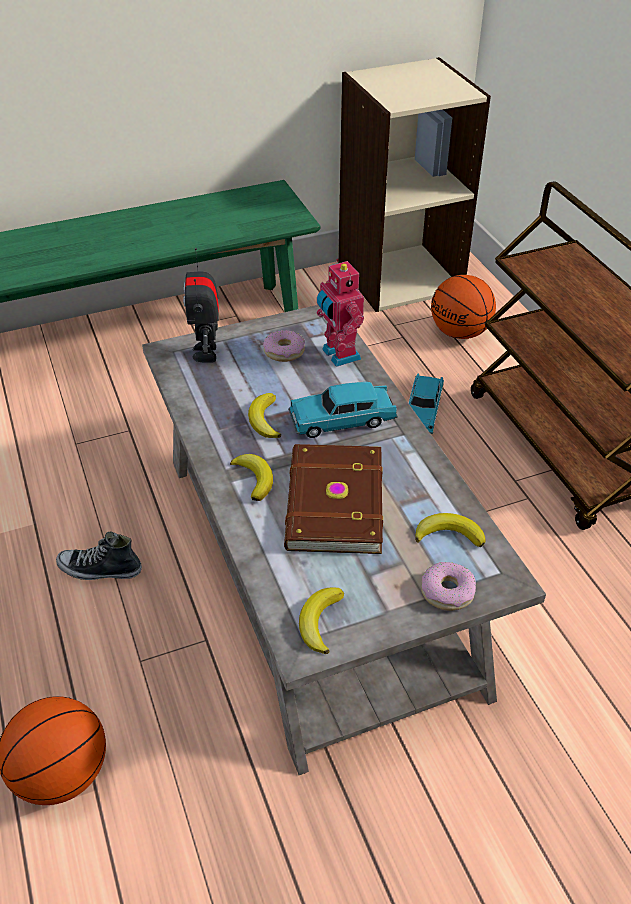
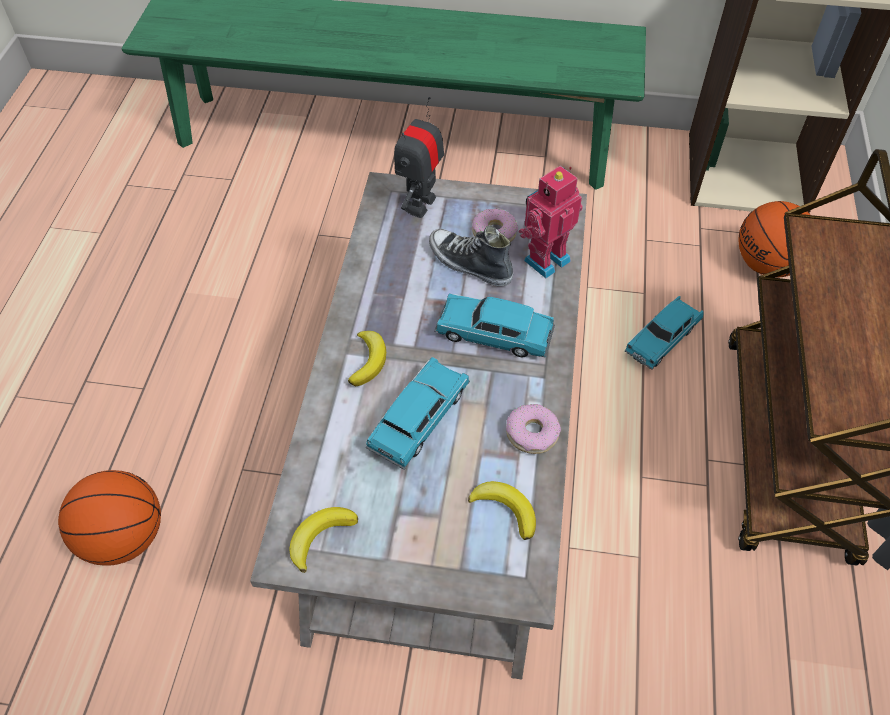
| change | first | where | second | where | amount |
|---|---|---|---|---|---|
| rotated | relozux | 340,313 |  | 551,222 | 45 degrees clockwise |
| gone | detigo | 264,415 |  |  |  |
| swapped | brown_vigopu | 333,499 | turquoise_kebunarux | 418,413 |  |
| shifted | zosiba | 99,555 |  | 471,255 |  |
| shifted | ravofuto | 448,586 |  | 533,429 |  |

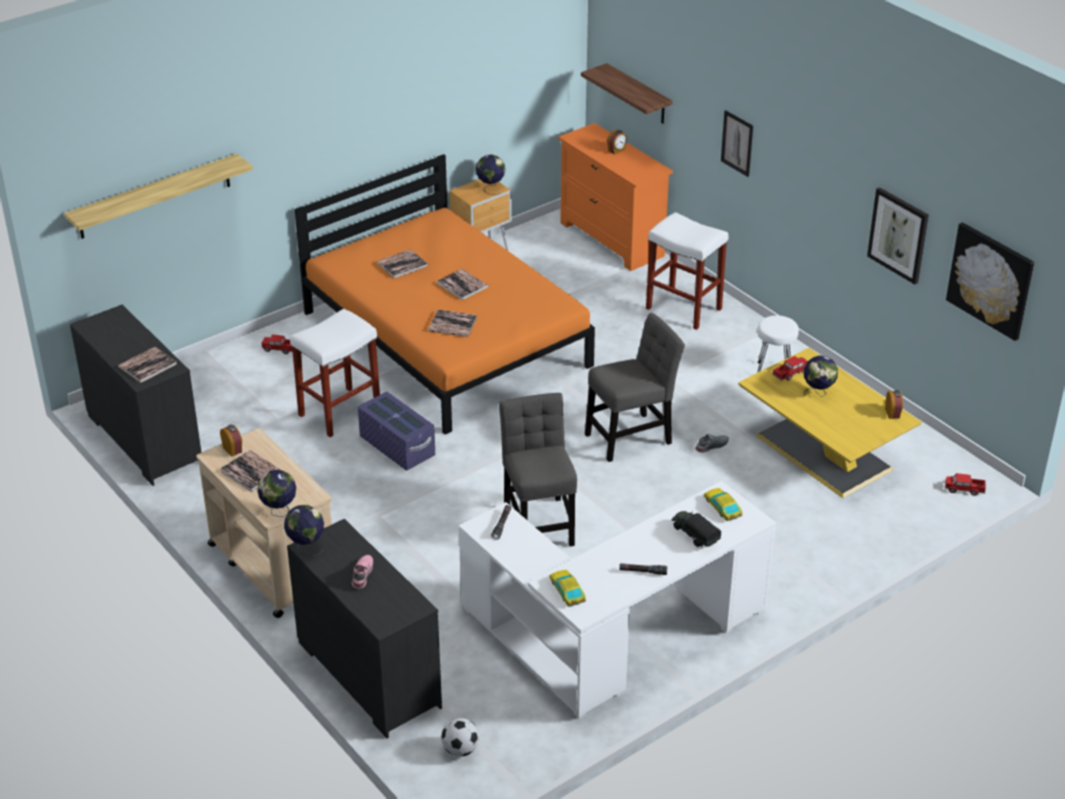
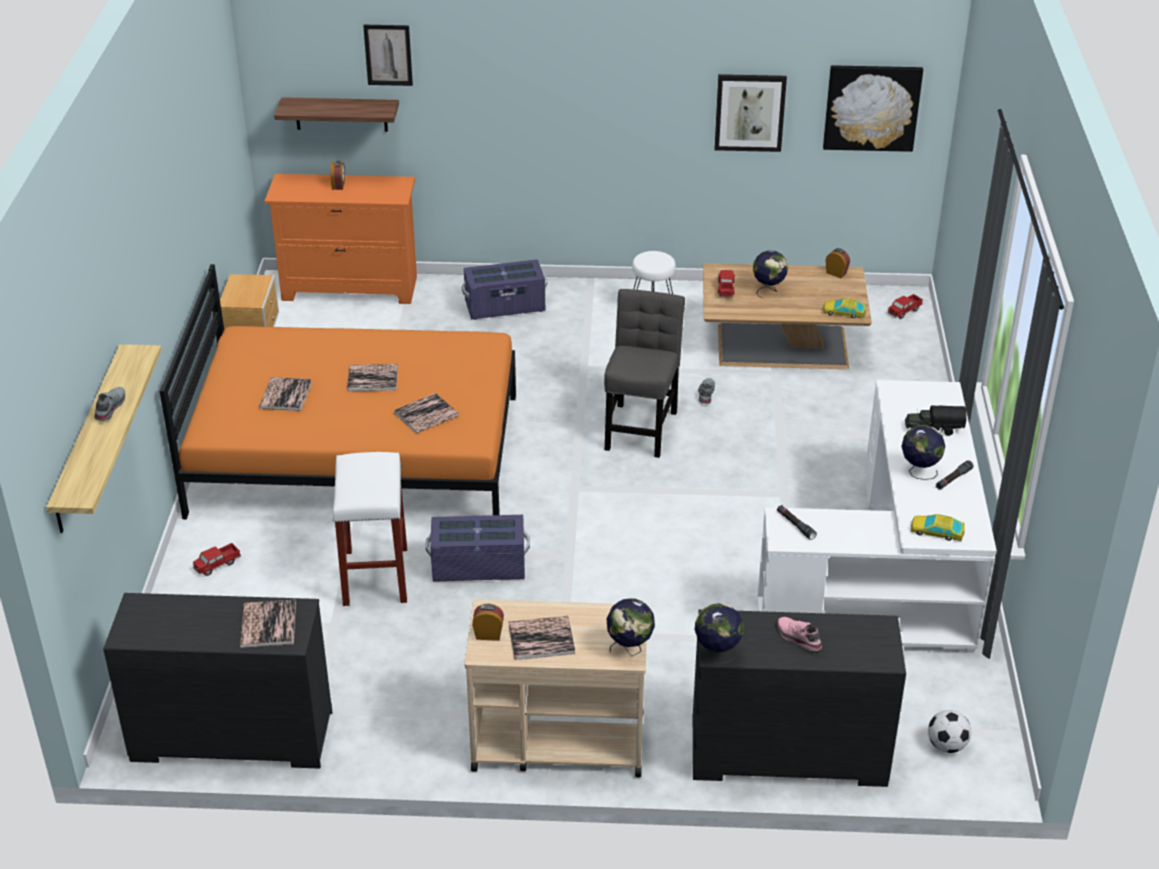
| change | first | where | second | where | amount |
|---|---|---|---|---|---|
| shifted | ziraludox | 737,143 |  | 388,55 |  |
| shifted | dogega | 490,174 |  | 923,452 |  |
| swapped | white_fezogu | 687,271 | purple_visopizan | 504,289 |  |
| repainted | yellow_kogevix | 830,423 | brown_kogevix | 787,316 |  |
| gone | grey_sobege | 538,470 |  |  |  |
| shifted | kebunarux | 723,504 |  | 844,308 |  |
| new |  |  | grey_zosiba | 109,404 |  |

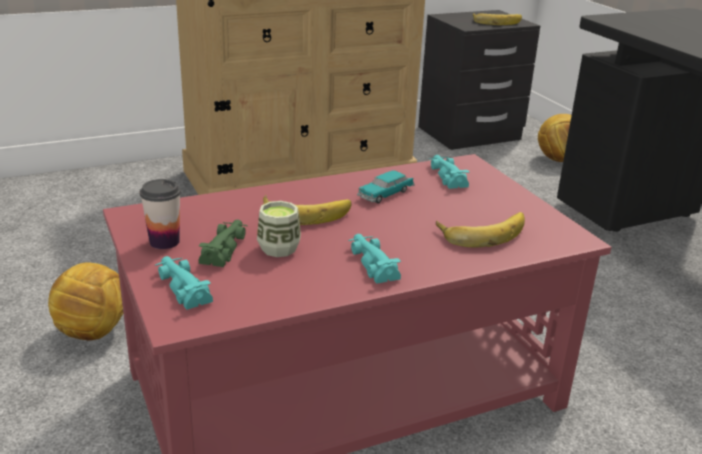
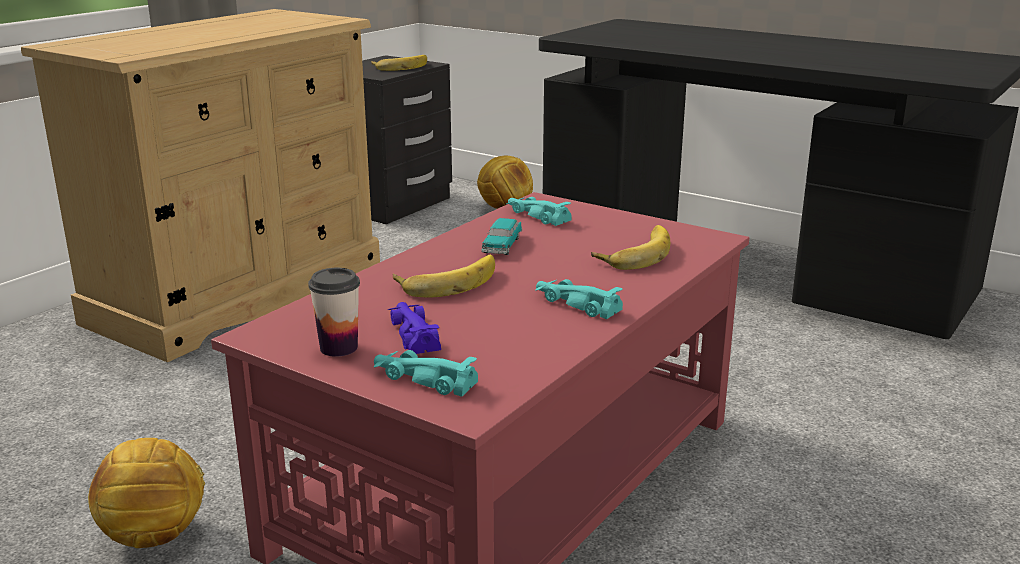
| change | first | where | second | where | amount |
|---|---|---|---|---|---|
| gone | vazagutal | 279,229 |  |  |  |
| repainted | green_kebunarux | 223,243 | purple_kebunarux | 414,328 |  |

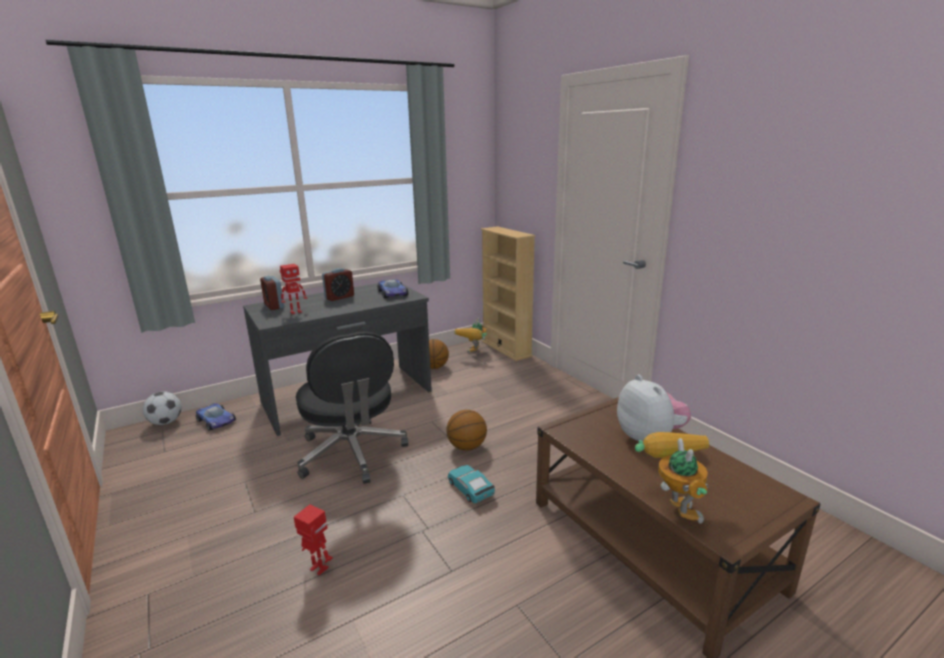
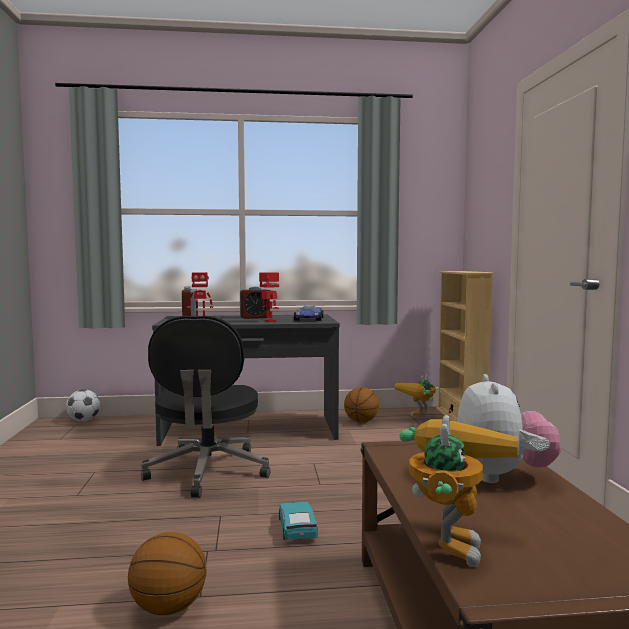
| change | first | where | second | where | amount |
|---|---|---|---|---|---|
| gone | kebunarux | 216,417 |  |  |  |
| shifted | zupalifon | 466,430 |  | 167,573 |  |
| shifted | relozux | 313,539 |  | 269,297 |  |

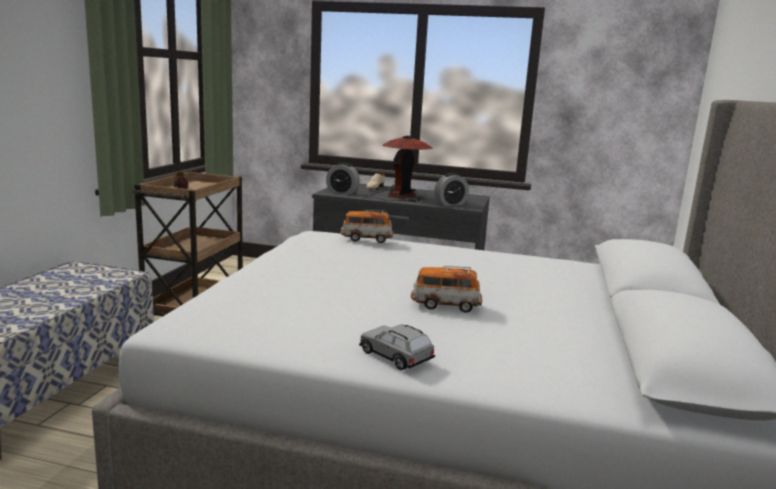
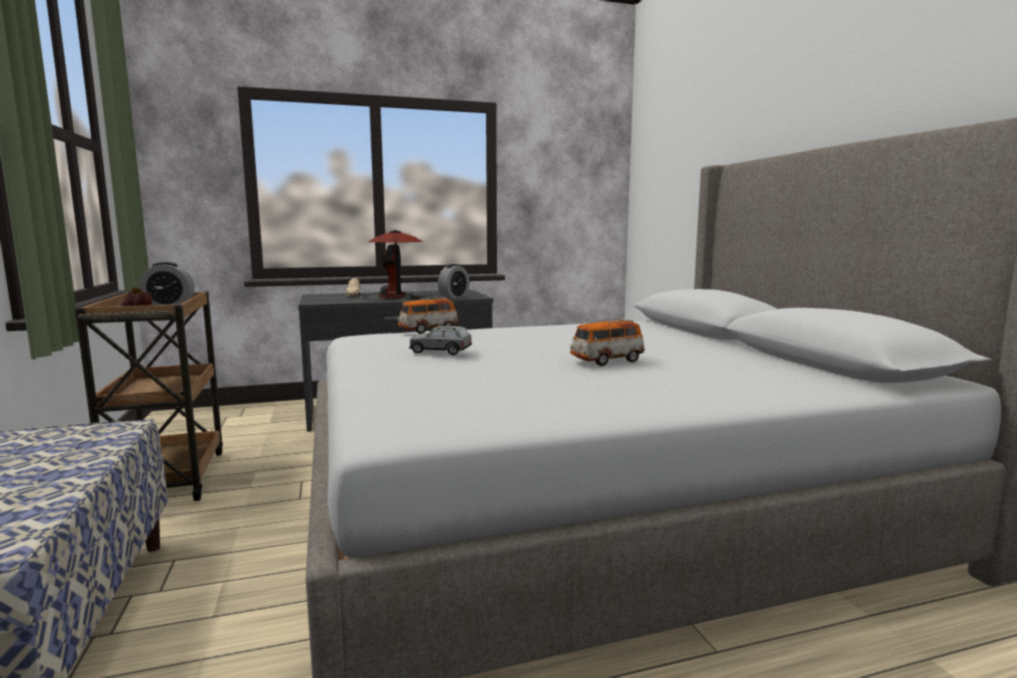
| change | first | where | second | where | amount |
|---|---|---|---|---|---|
| shifted | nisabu | 343,179 |  | 166,283 |  |
| shifted | grey_kebunarux | 397,347 |  | 440,340 |  |

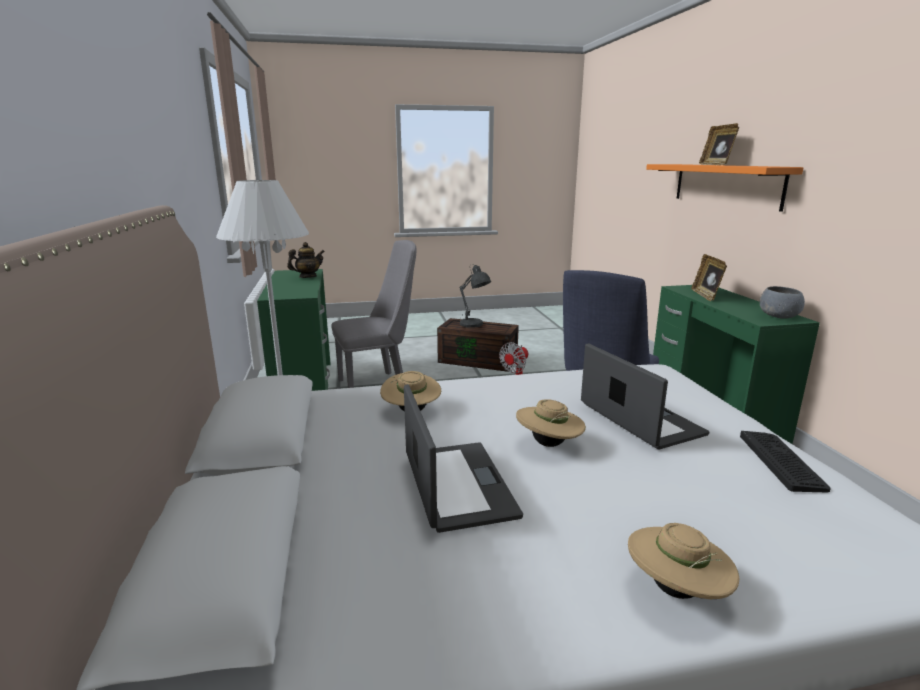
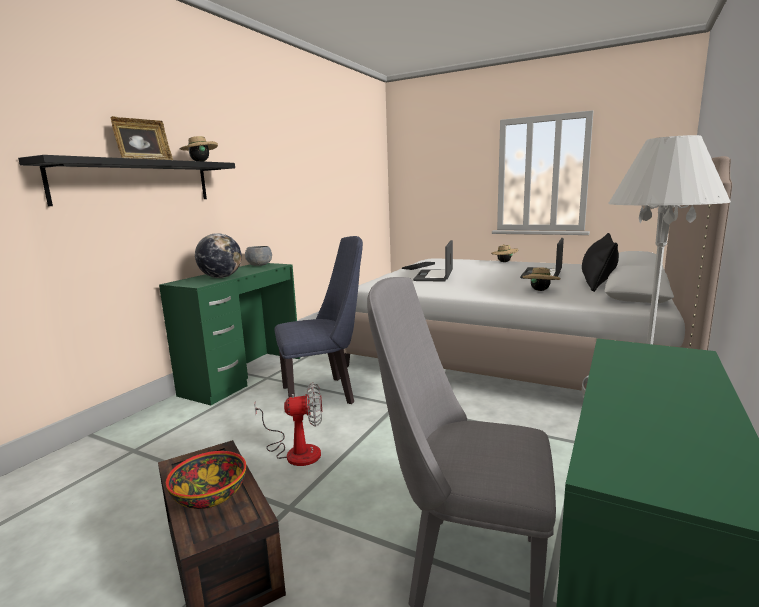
| change | first | where | second | where | amount |
|---|---|---|---|---|---|
| repainted | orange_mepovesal | 725,188 | black_mepovesal | 126,180 |  |
| gone | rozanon | 306,260 |  |  |  |
| swapped | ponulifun | 709,278 | dogega | 218,255 |  |
| swapped | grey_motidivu | 472,296 | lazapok | 206,480 |  |
| shifted | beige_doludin | 551,423 |  | 199,148 |  |
| new |  |  | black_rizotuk | 600,262 |  |

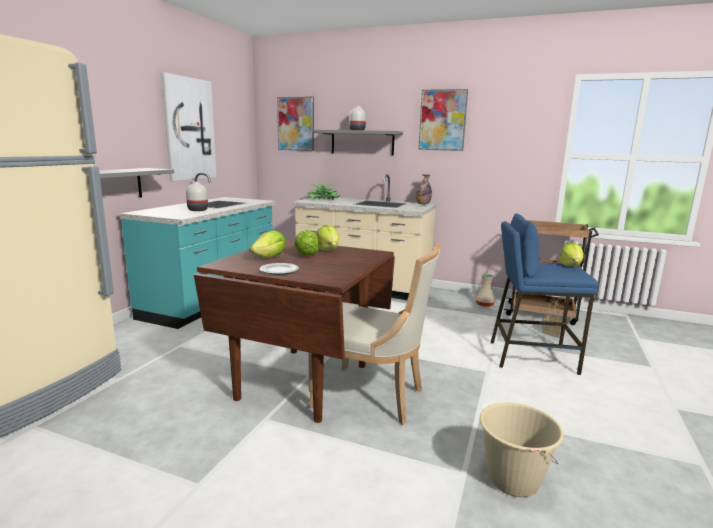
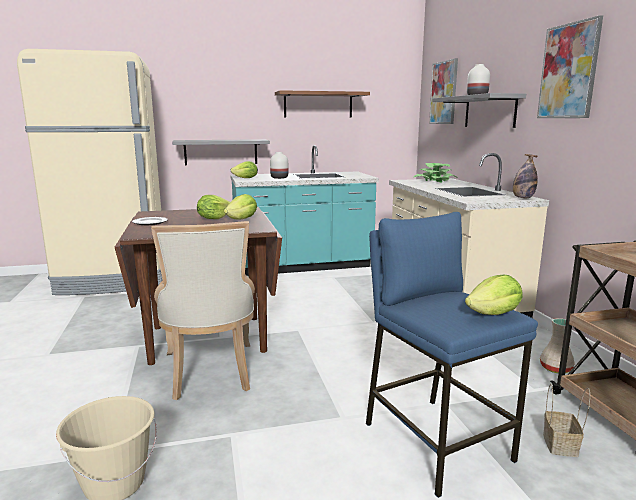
| change | first | where | second | where | amount |
|---|---|---|---|---|---|
| swapped | ziraludox | 188,126 | brown_mepovesal | 322,104 |  |
| shifted | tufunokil | 268,243 |  | 244,169 |  |

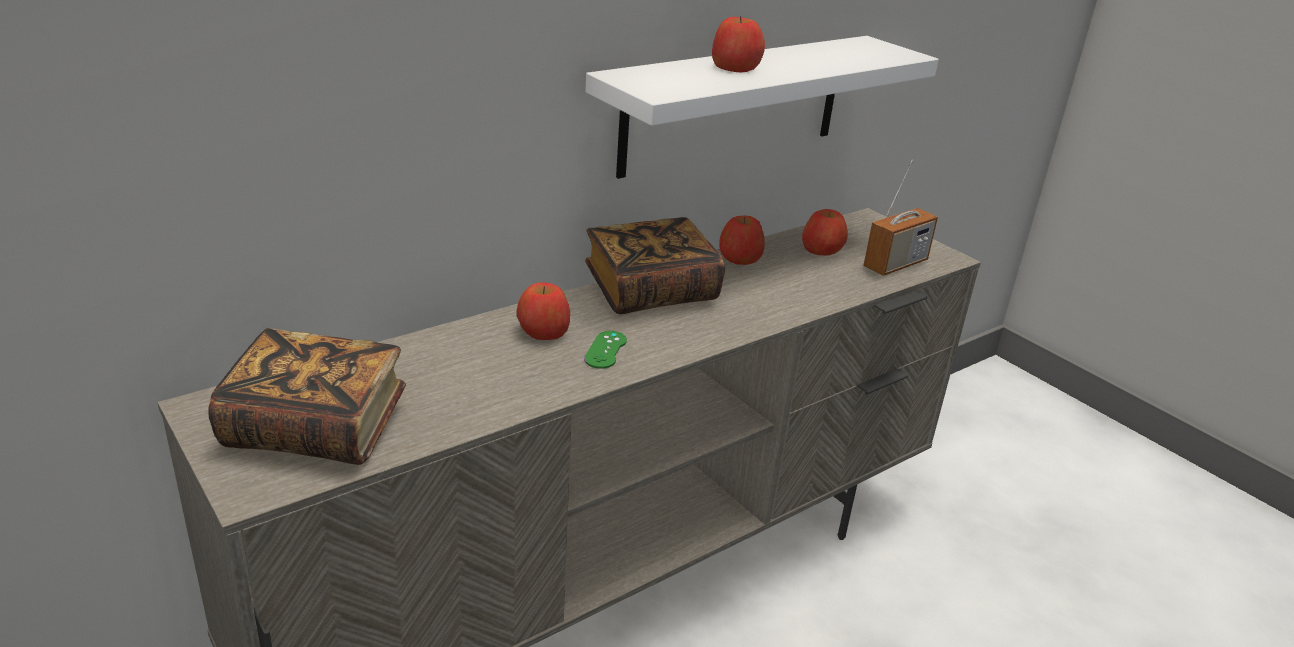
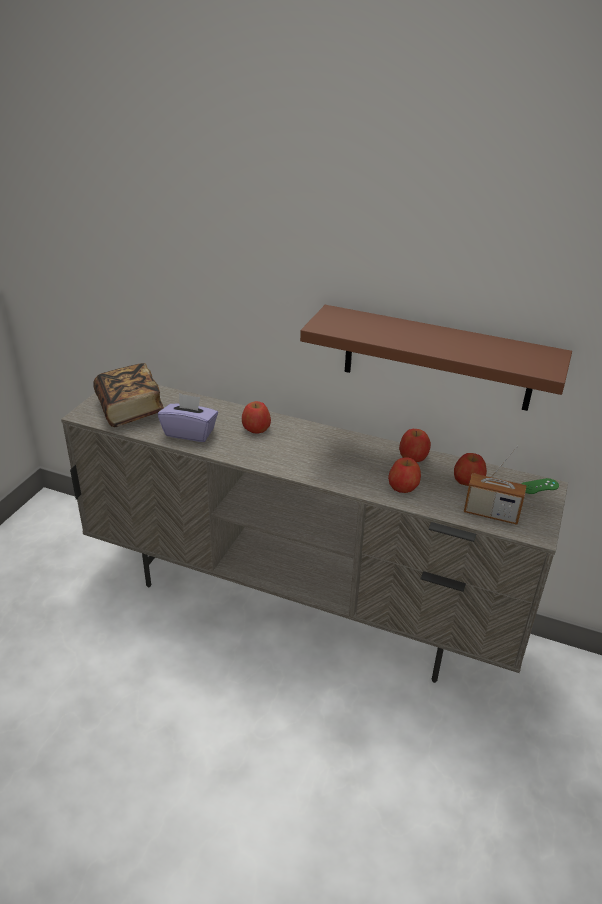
| change | first | where | second | where | amount |
|---|---|---|---|---|---|
| shifted | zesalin | 738,44 |  | 404,475 |  |
| repainted | white_mepovesal | 762,107 | brown_mepovesal | 436,358 |  |
| gone | vigopu | 655,265 |  |  |  |
| shifted | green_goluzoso | 605,350 |  | 540,486 |  |
| new |  |  | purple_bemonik | 188,417 |  |

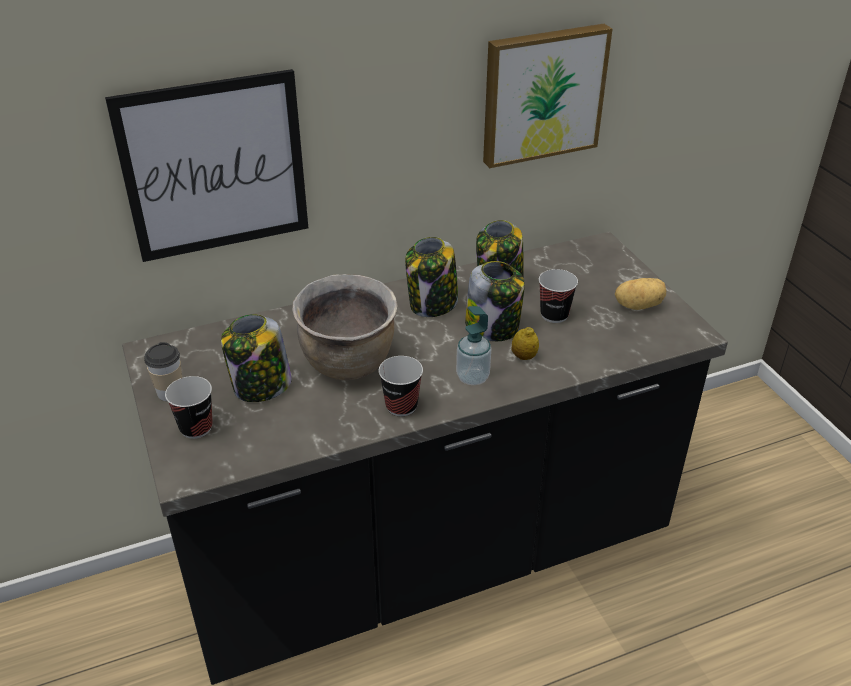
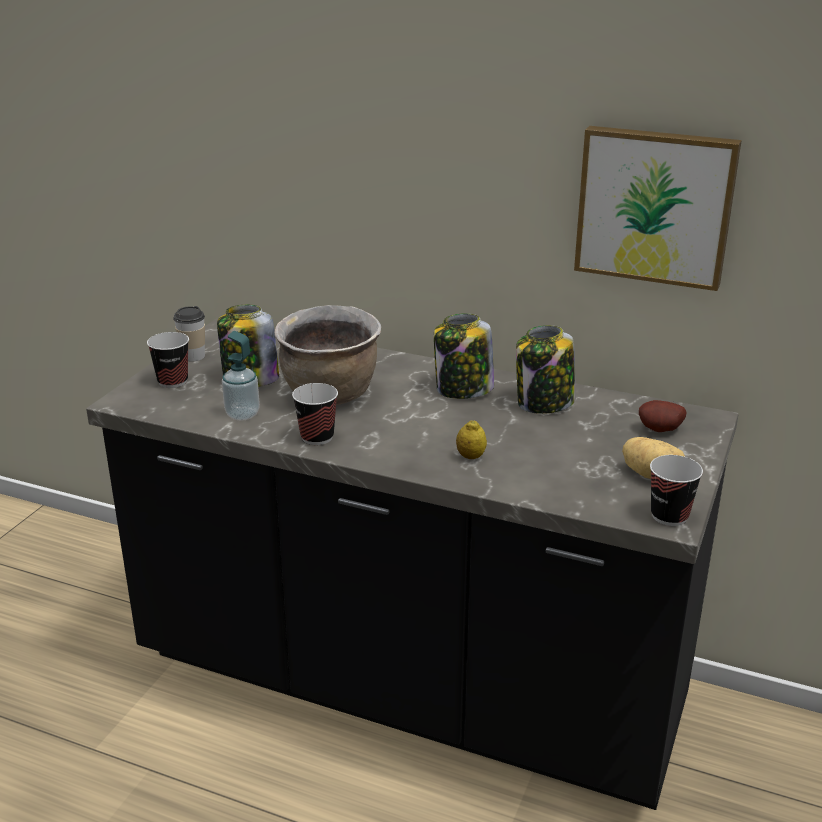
| change | first | where | second | where | amount |
|---|---|---|---|---|---|
| gone | ziraludox | 206,165 |  |  |  |
| gone | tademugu | 495,301 |  |  |  |
| shifted | vazagutal | 558,296 |  | 676,490 |  |
| shifted | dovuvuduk | 473,345 |  | 241,376 |  |
| new |  |  | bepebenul | 663,416 |  |

